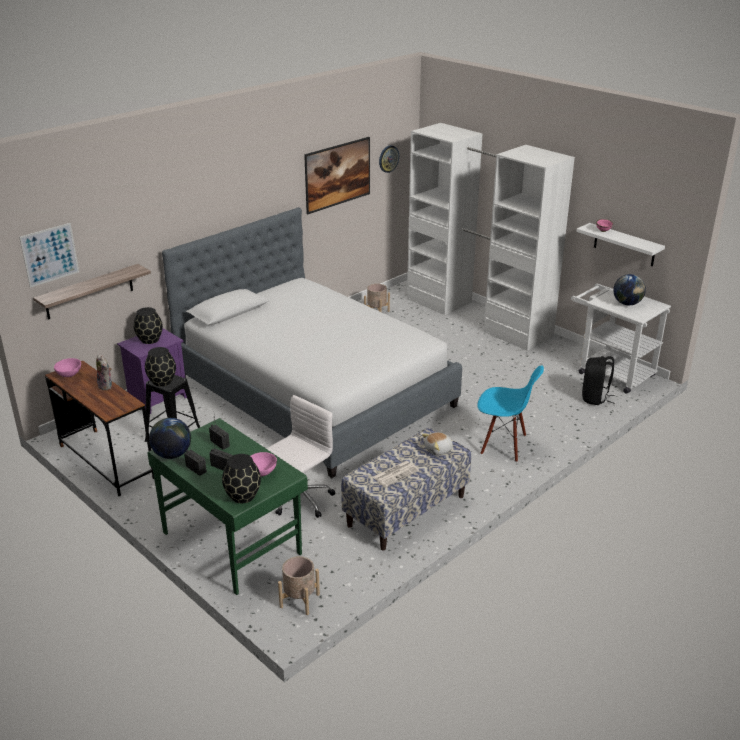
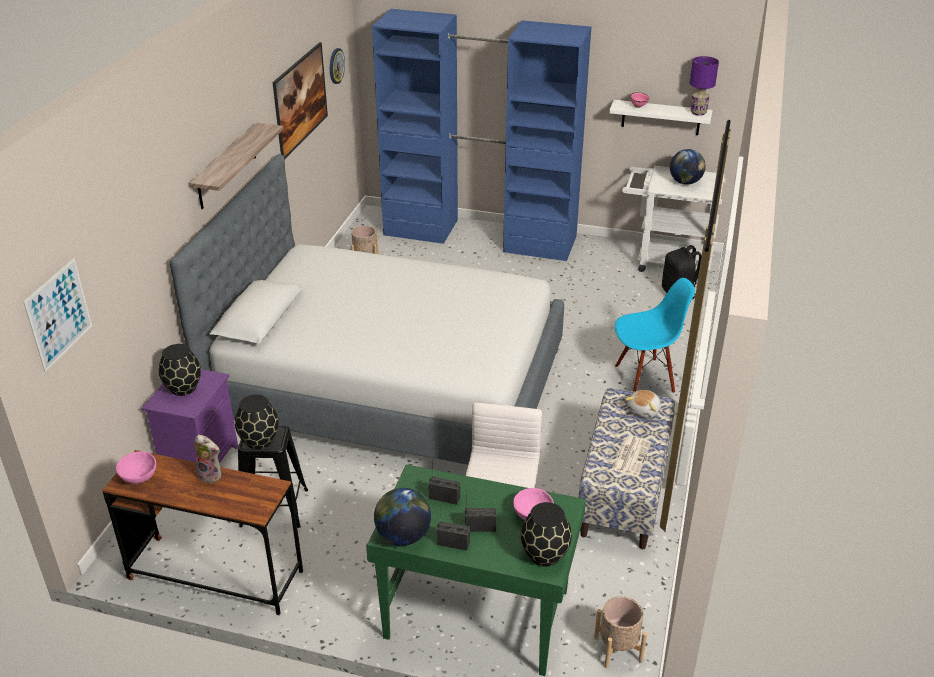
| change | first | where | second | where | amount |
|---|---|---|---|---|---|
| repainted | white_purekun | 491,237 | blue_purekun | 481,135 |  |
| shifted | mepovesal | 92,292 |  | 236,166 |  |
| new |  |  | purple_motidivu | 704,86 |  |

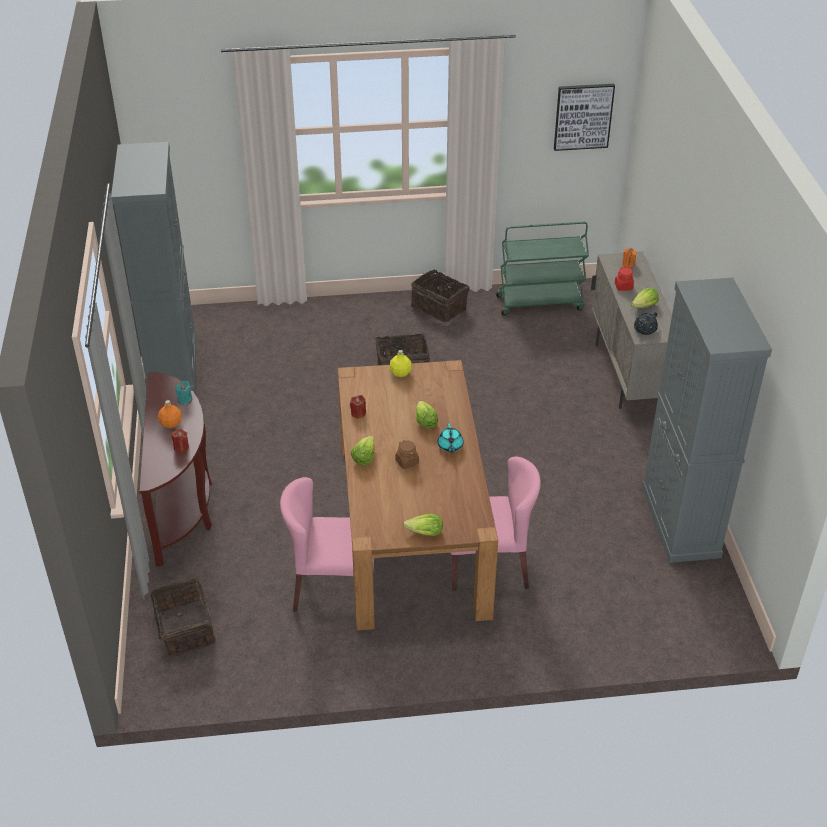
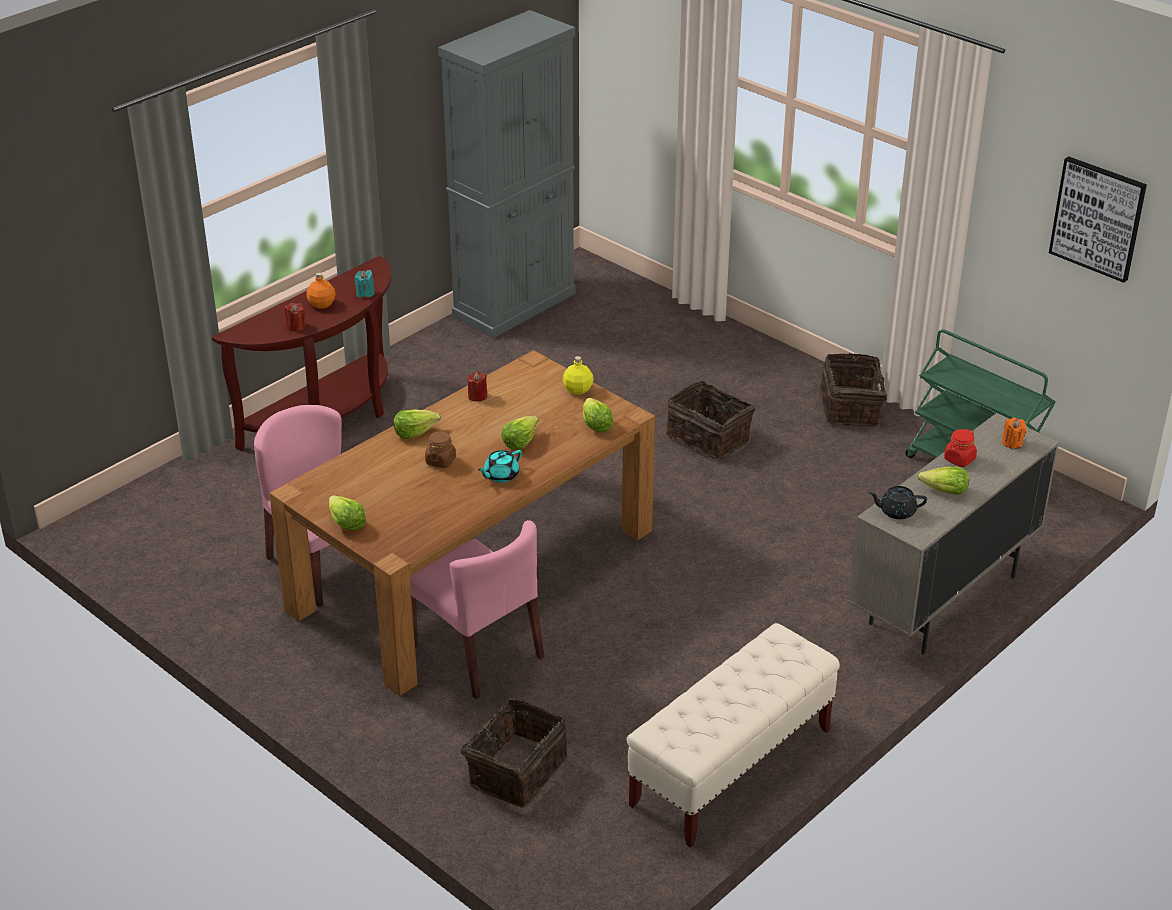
| change | first | where | second | where | amount |
|---|---|---|---|---|---|
| swapped | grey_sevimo | 707,420 | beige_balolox | 733,735 |  |
| shifted | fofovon | 180,617 |  | 509,753 |  |
| new |  |  | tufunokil | 598,415 |  |

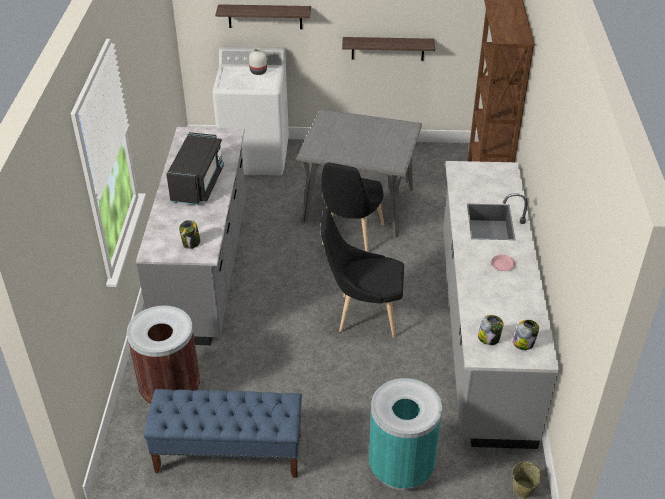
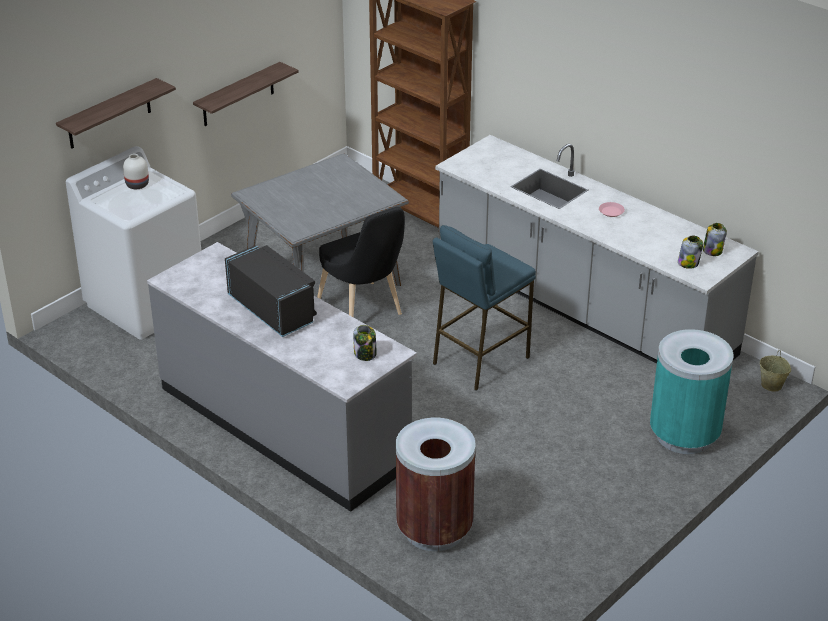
| change | first | where | second | where | amount |
|---|---|---|---|---|---|
| swapped | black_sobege | 362,273 | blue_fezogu | 484,307 |  |
| gone | blue_balolox | 223,433 |  |  |  |

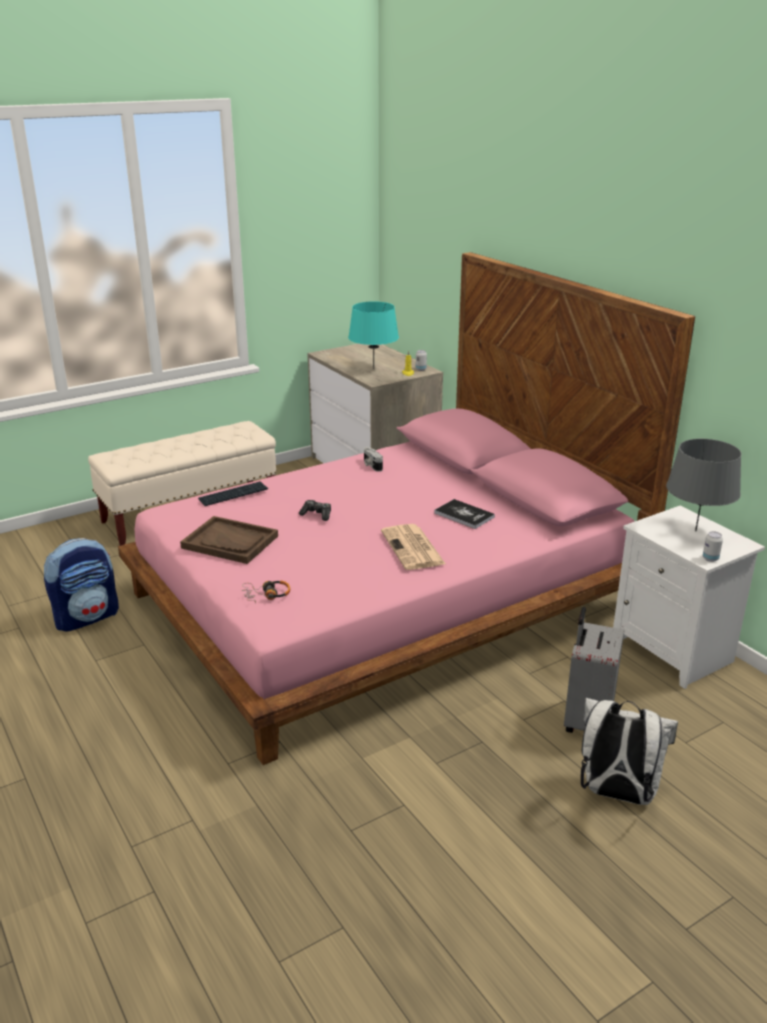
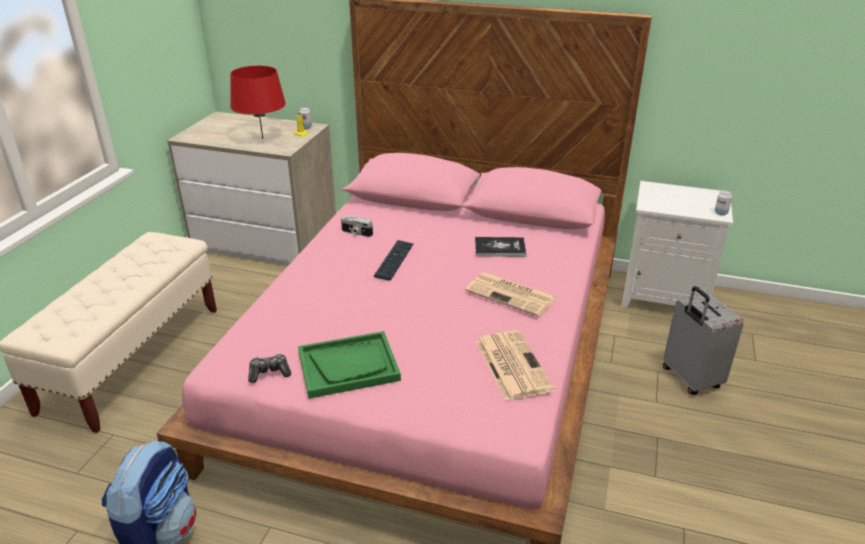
| change | first | where | second | where | amount |
|---|---|---|---|---|---|
| repainted | turquoise_motidivu | 373,335 | red_motidivu | 258,102 |  |
| gone | grey_motidivu | 704,485 |  |  |  |
| shifted | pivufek | 233,493 |  | 394,260 |  |
| shifted | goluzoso | 315,510 |  | 269,368 |  |
| repainted | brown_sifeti | 229,540 | green_sifeti | 349,365 |  |
| gone | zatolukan | 266,591 |  |  |  |
| gone | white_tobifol | 629,751 |  |  |  |
| new |  |  | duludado | 515,365 |  |

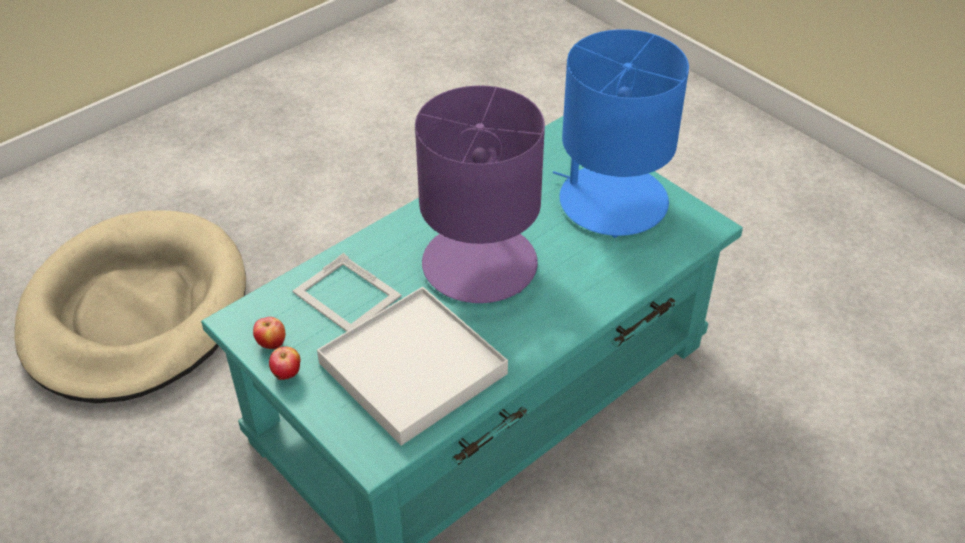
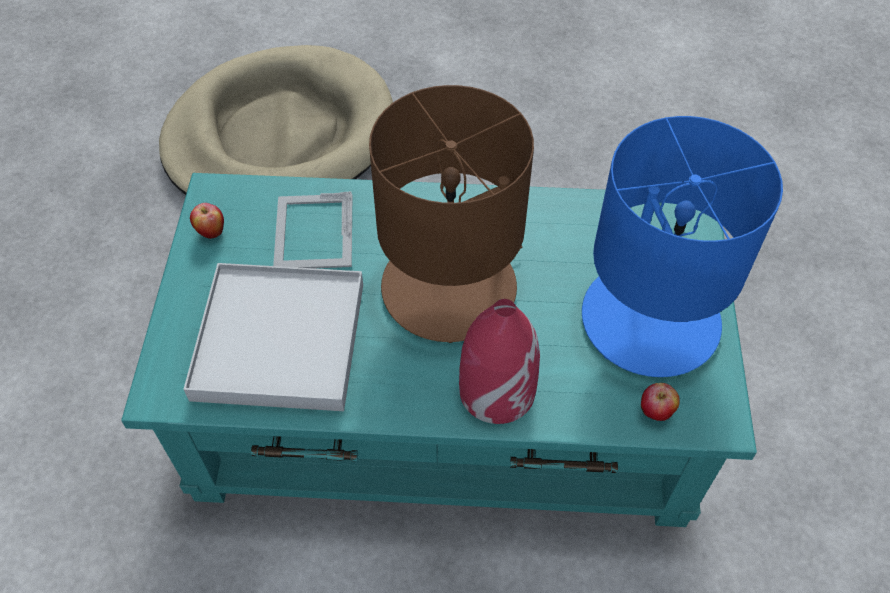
| change | first | where | second | where | amount |
|---|---|---|---|---|---|
| repainted | purple_motidivu | 480,194 | brown_motidivu | 451,214 |  |
| shifted | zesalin | 284,363 |  | 660,402 |  |
| new |  |  | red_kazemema | 499,361 |  |

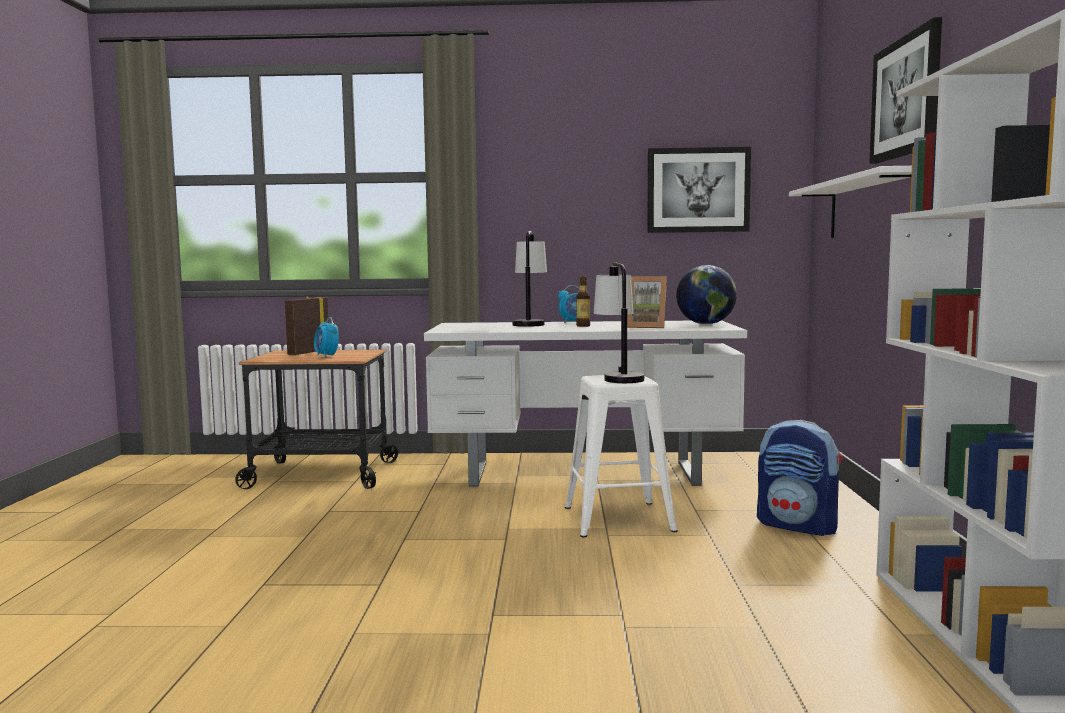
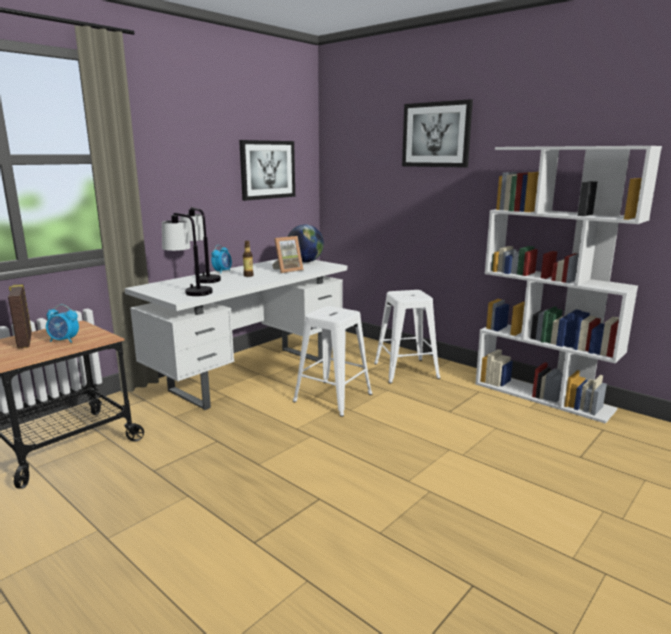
| change | first | where | second | where | amount |
|---|---|---|---|---|---|
| gone | white_mepovesal | 850,202 |  |  |  |
| shifted | motidivu | 619,322 |  | 187,254 |  |
| swapped | tobifol | 800,478 | white_fezogu | 407,336 |  |

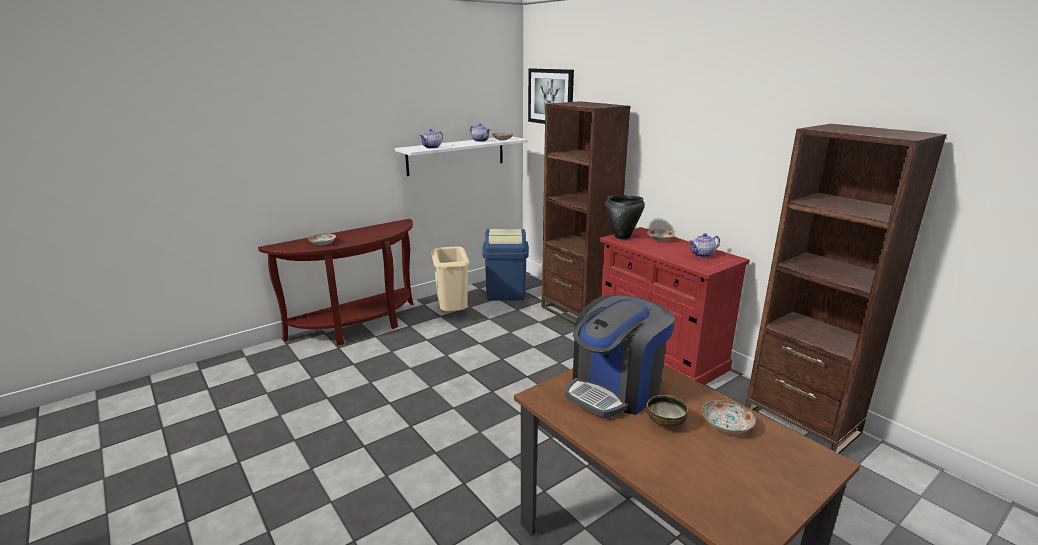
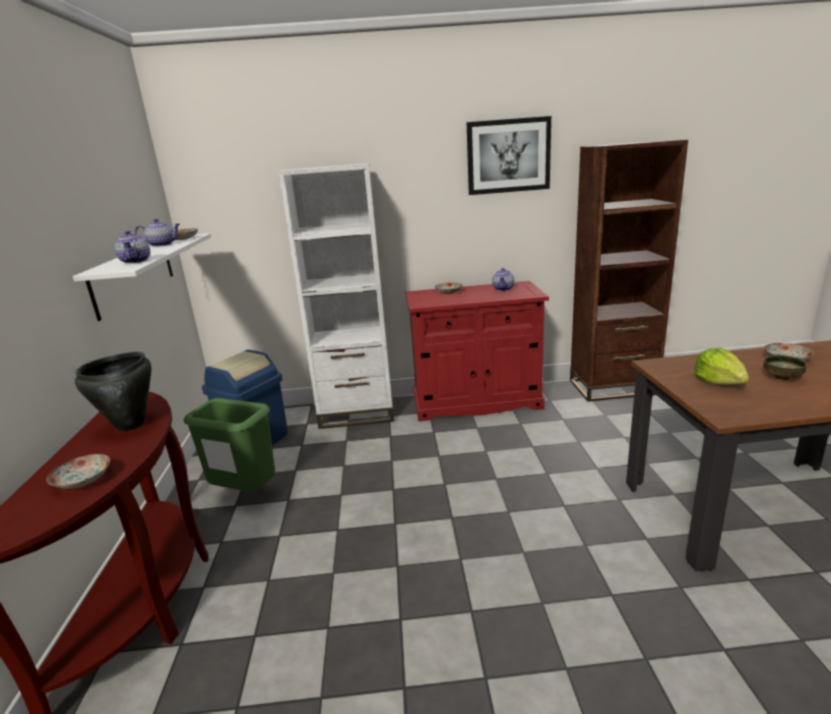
| change | first | where | second | where | amount |
|---|---|---|---|---|---|
| shifted | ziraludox | 551,96 |  | 509,155 |  |
| repainted | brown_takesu | 586,213 | white_takesu | 336,296 |  |
| shifted | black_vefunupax | 625,217 |  | 113,391 |  |
| repainted | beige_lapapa | 450,279 | green_lapapa | 229,445 |  |
| swapped | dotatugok | 620,356 | tufunokil | 722,366 |  |

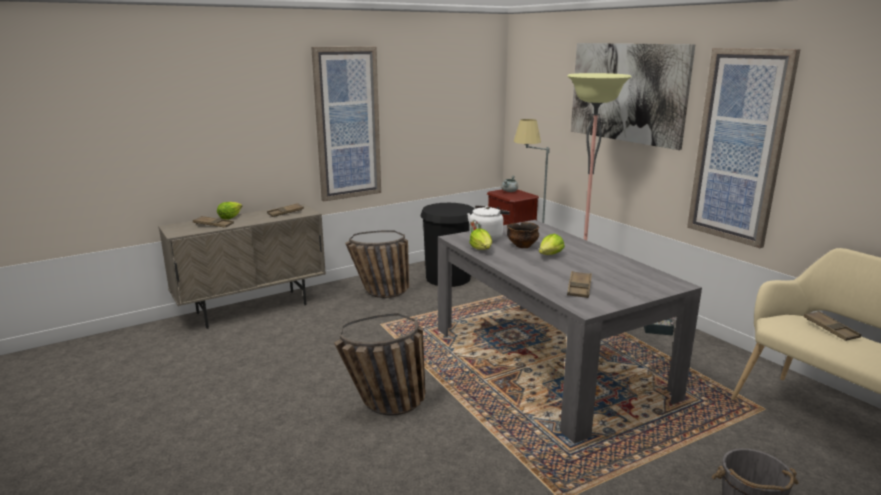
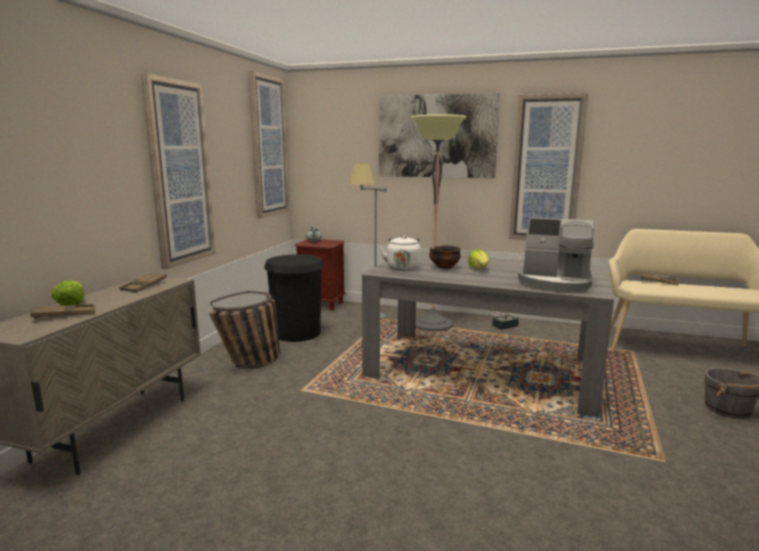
| change | first | where | second | where | amount |
|---|---|---|---|---|---|
| gone | tufunokil | 480,239 |  |  |  |
| swapped | brown_sifeti | 579,284 | dotatugok | 556,255 |  |
| gone | fofovon | 380,364 |  |  |  |
| new |  |  | ziraludox | 268,144 |  |

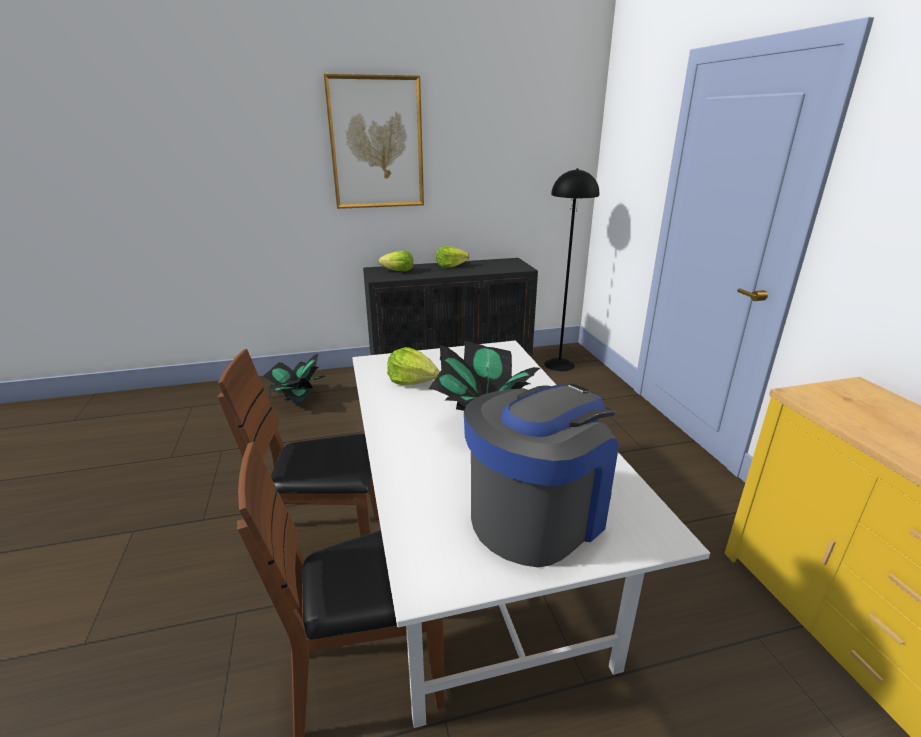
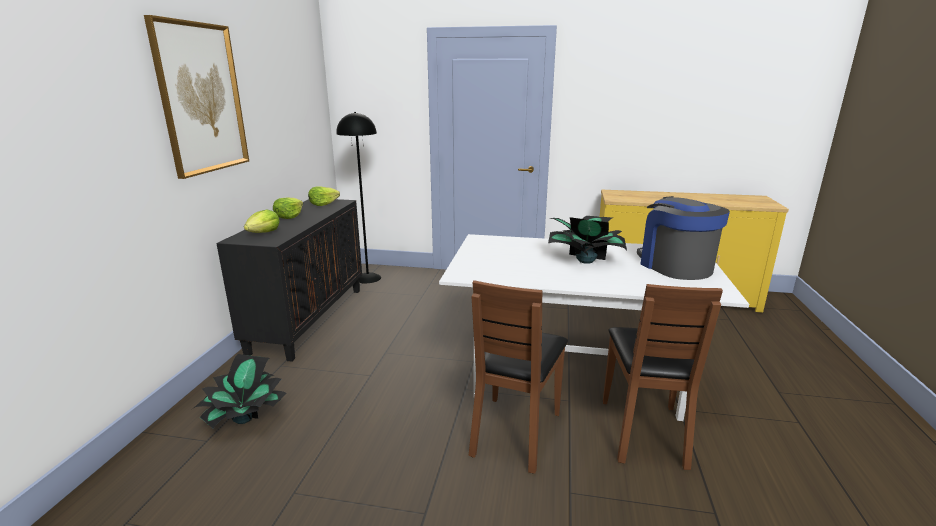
| change | first | where | second | where | amount |
|---|---|---|---|---|---|
| shifted | tufunokil | 413,366 |  | 324,196 |  |

